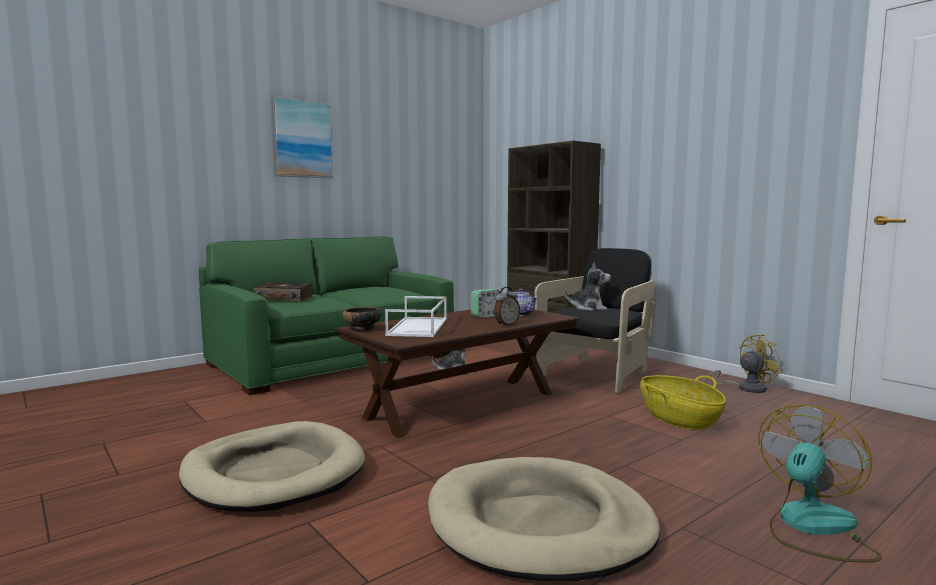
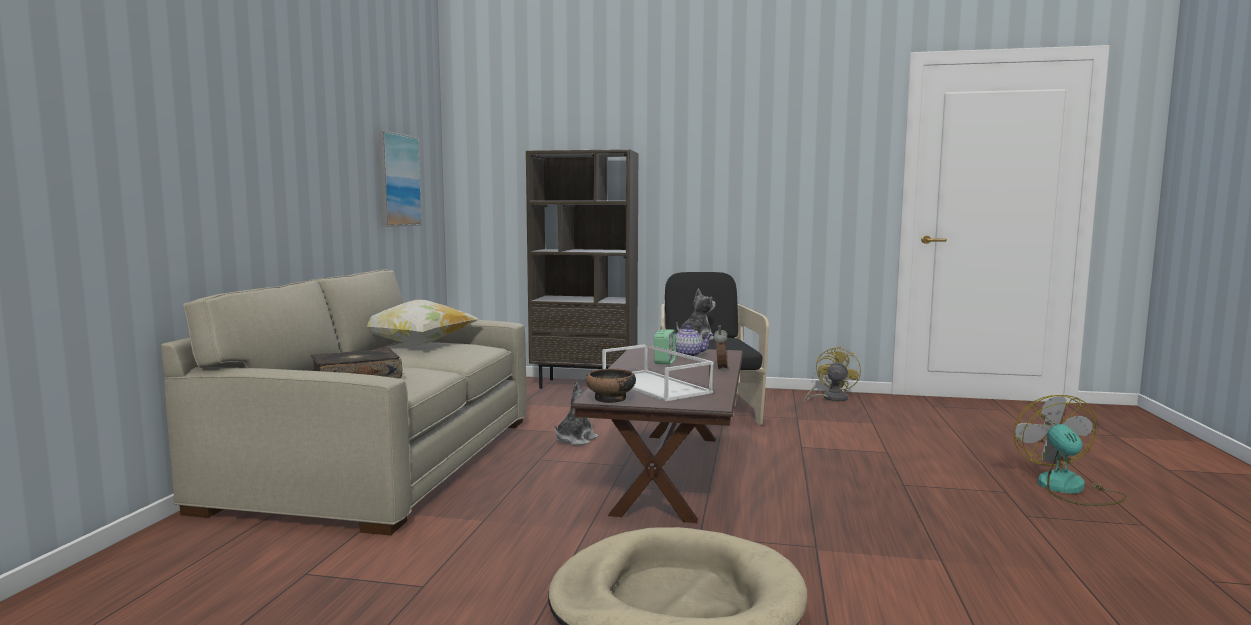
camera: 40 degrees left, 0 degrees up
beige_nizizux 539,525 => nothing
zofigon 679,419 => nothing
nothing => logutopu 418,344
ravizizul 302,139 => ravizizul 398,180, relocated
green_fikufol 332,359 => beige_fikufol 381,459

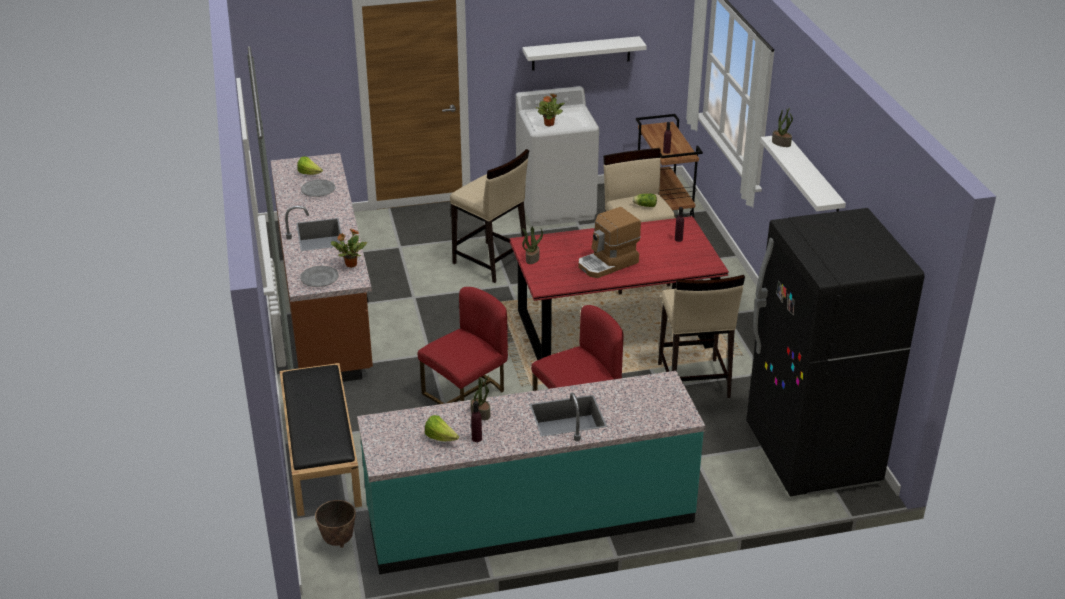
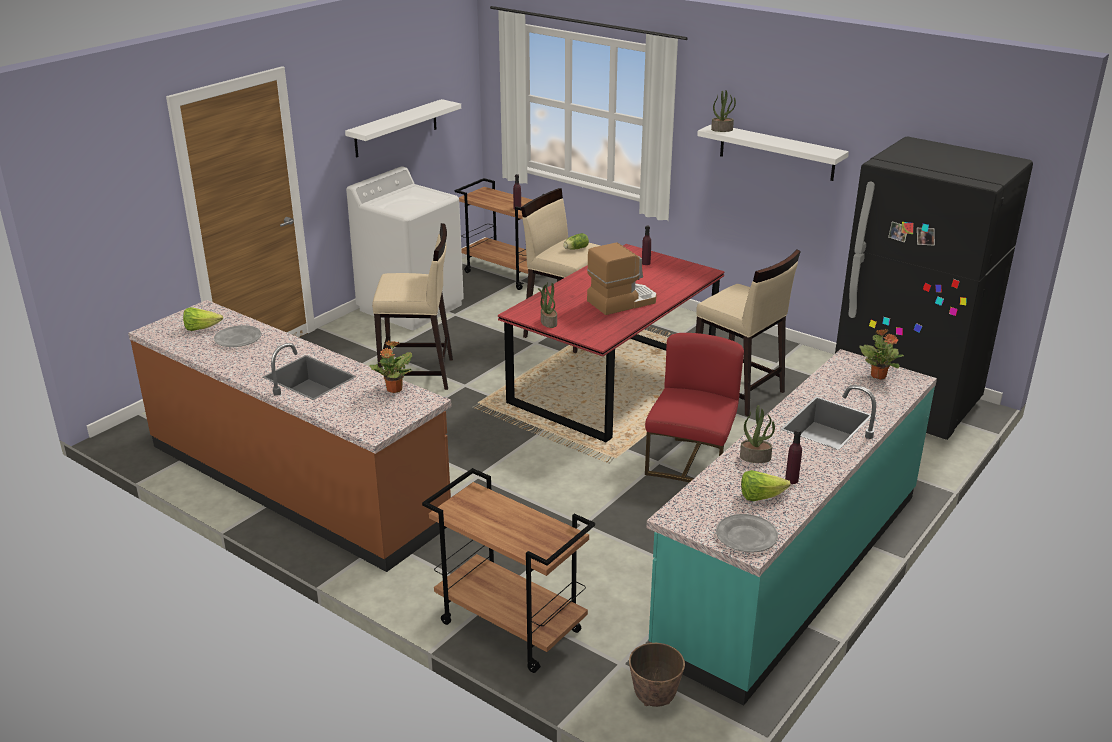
camera: 40 degrees left, 5 degrees down
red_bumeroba 466,395 => nothing
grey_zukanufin 319,278 => grey_zukanufin 746,537, relocated
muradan 549,124 => muradan 878,375, relocated
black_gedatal 320,455 => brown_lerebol 508,627
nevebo 608,264 => nevebo 621,301, 135 degrees counterclockwise

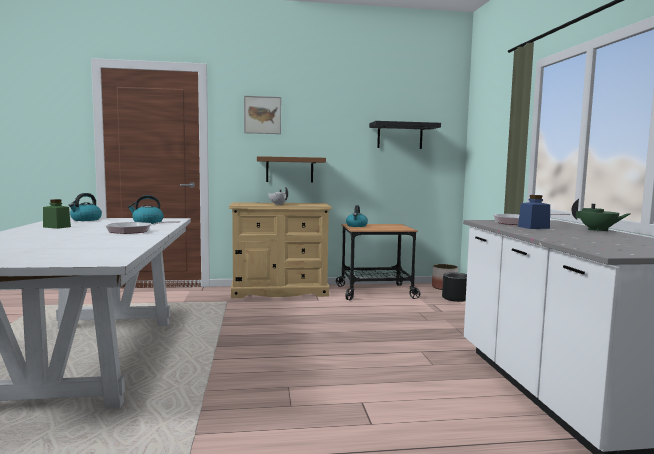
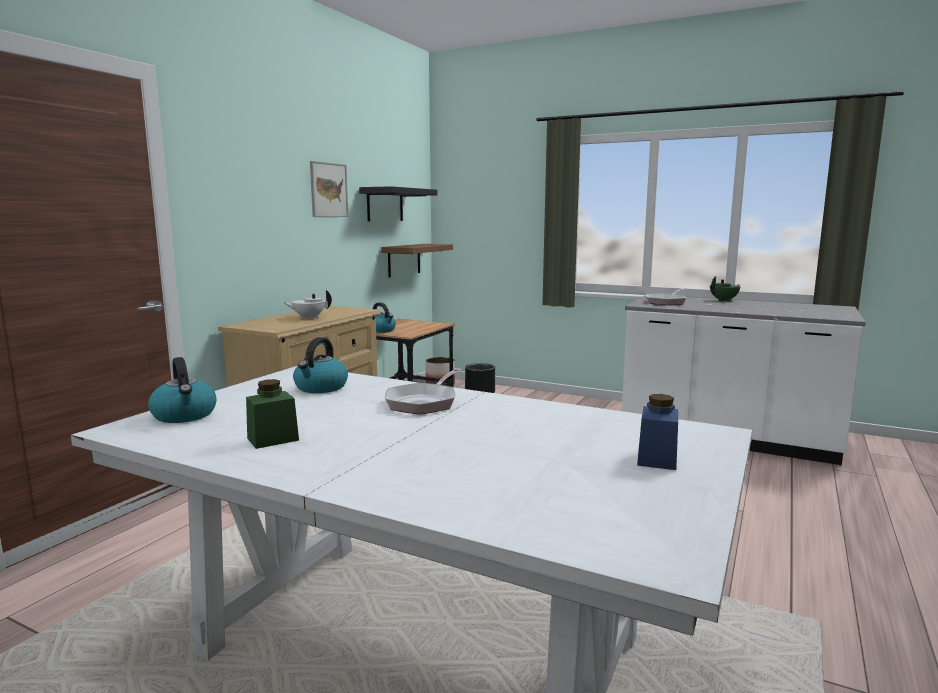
camera: 55 degrees left, 5 degrees up
ravizizul 262,115 => ravizizul 328,190, relocated
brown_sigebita 289,169 => brown_sigebita 404,260, relocated
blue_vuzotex 533,227 => blue_vuzotex 657,459, relocated

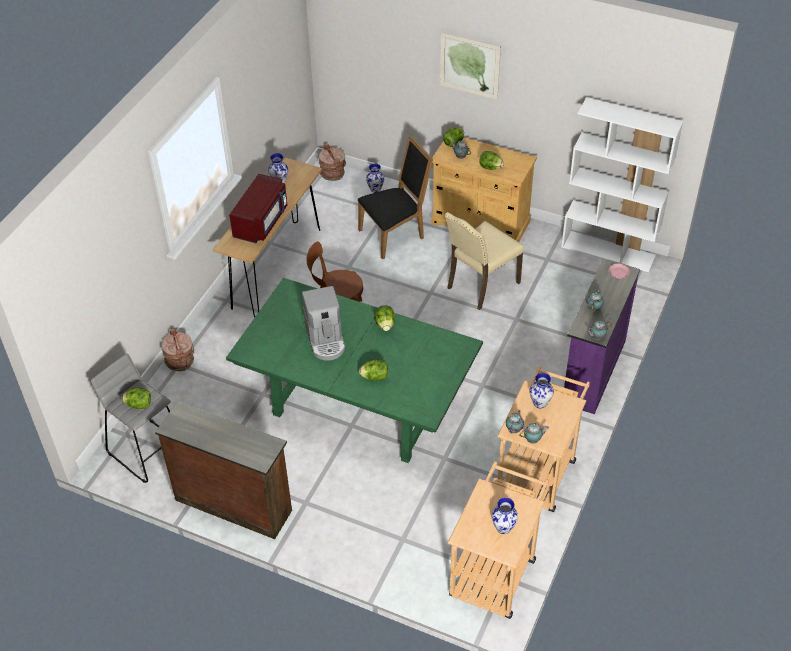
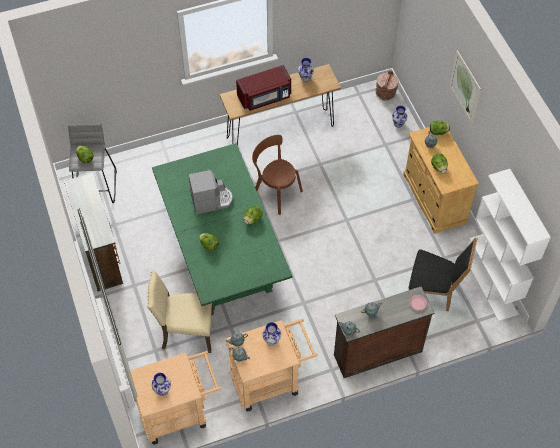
camera: 45 degrees right, 10 degrees up
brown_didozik 180,361 => nothing
black_bumeroba 395,234 => black_bumeroba 433,292, relocated
beige_bumeroba 481,285 => beige_bumeroba 186,332, relocated
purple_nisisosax 592,371 => brown_nisisosax 377,352
nevebo 326,340 => nevebo 211,201, 135 degrees counterclockwise

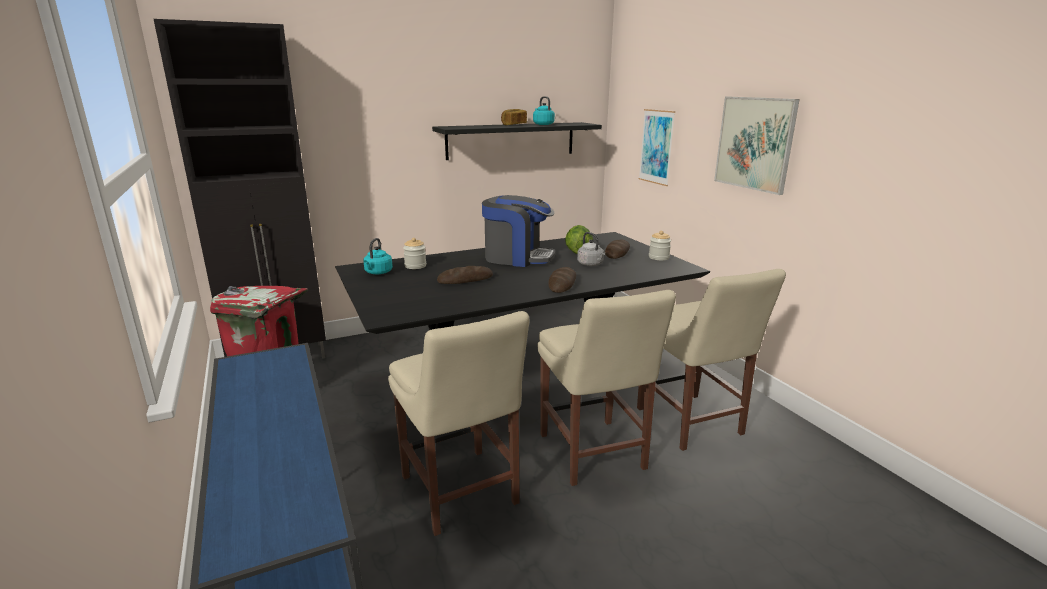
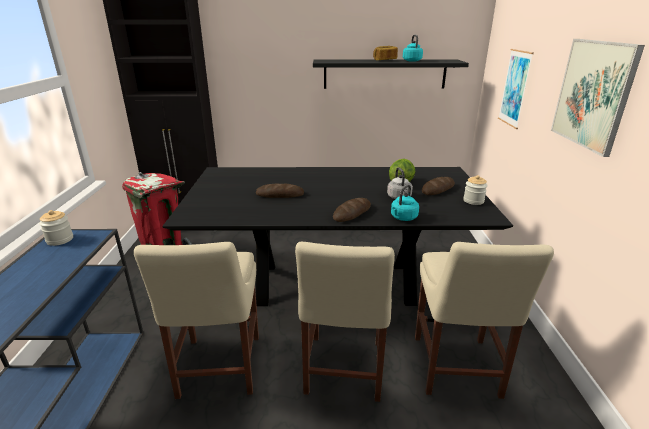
camera: 25 degrees right, 5 degrees up
nevebo 517,257 => nothing
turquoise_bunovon 378,273 => turquoise_bunovon 403,218, relocated
vuzotex 415,266 => vuzotex 60,240, relocated

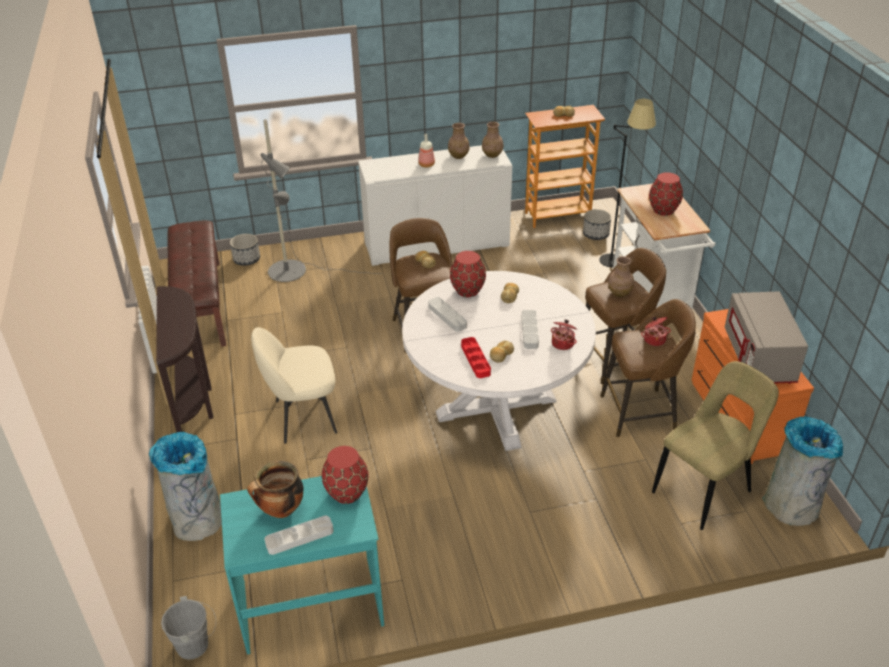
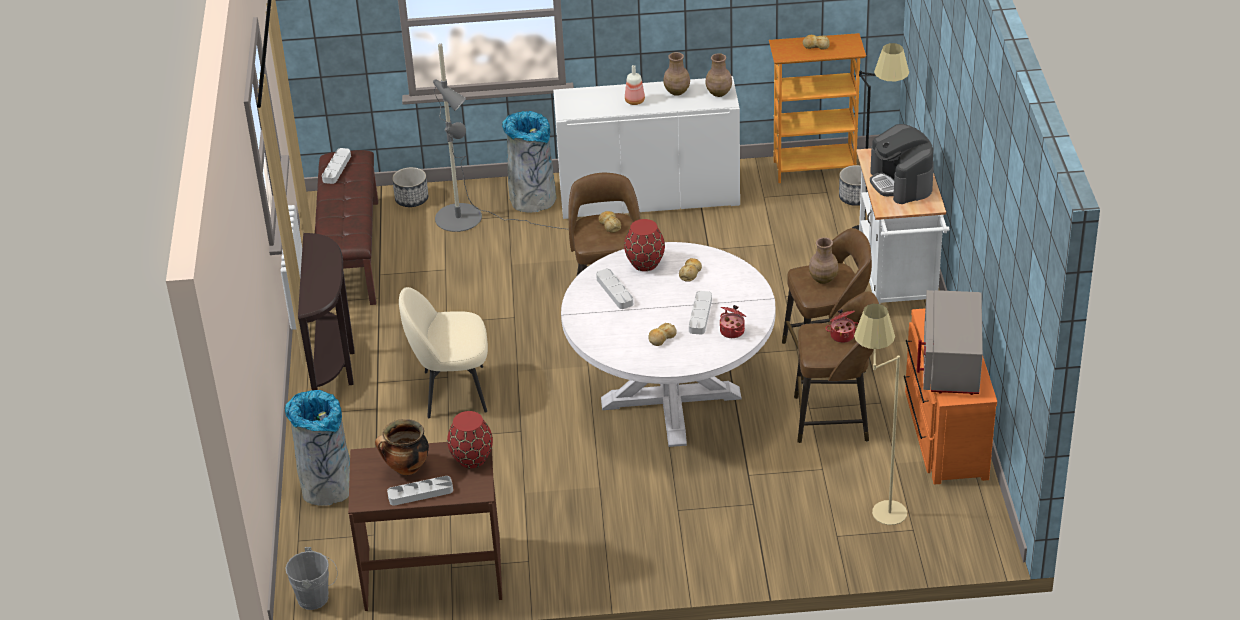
camera: 10 degrees right, 0 degrees up
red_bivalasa 475,360 => nothing
nothing => grey_bivalasa 337,168
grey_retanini 791,506 => grey_retanini 532,200, relocated
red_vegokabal 664,210 => nevebo 901,182
beige_bumeroba 705,490 => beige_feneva 876,505
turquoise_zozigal 311,602 => brown_zozigal 433,572

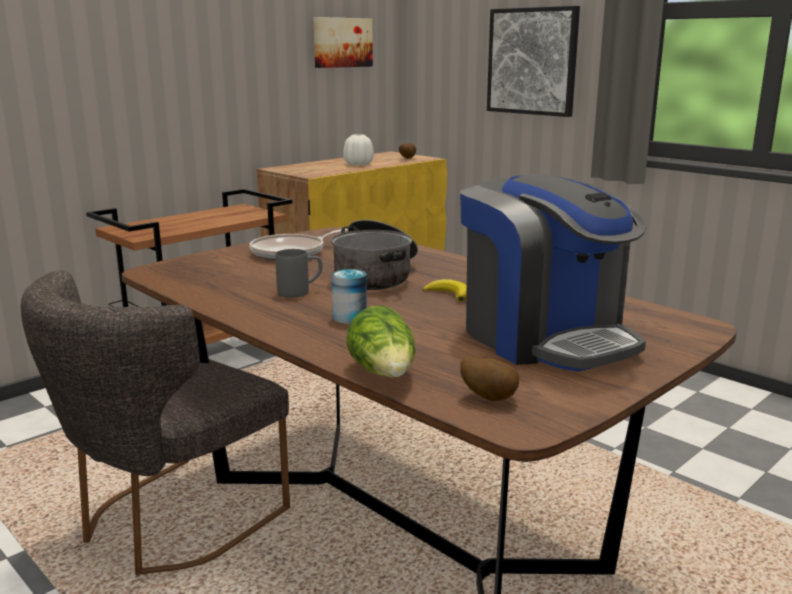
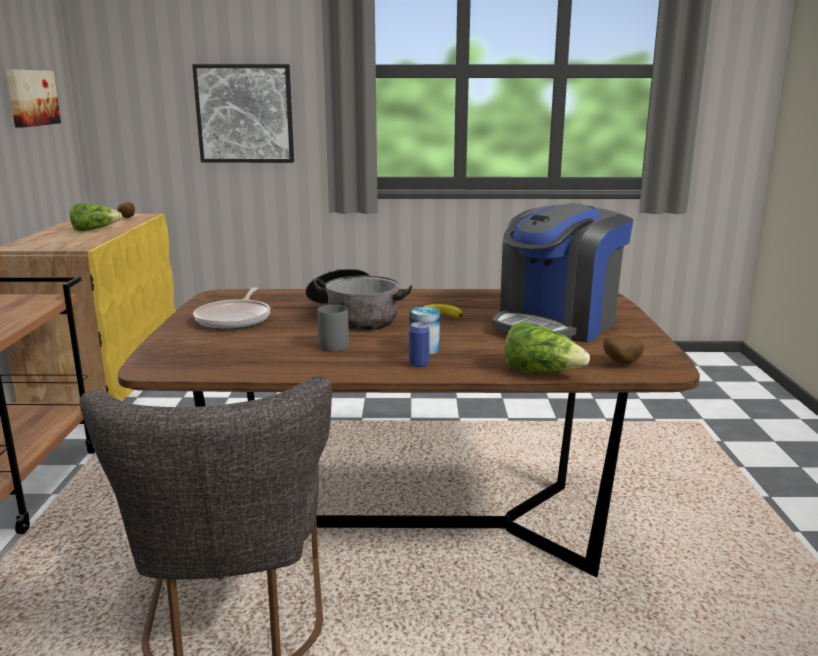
camera: 45 degrees left, 0 degrees up
nothing => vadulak 419,364
white_vegokabal 358,164 => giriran 95,230
nevebo 545,337 => nevebo 557,324, 120 degrees clockwise

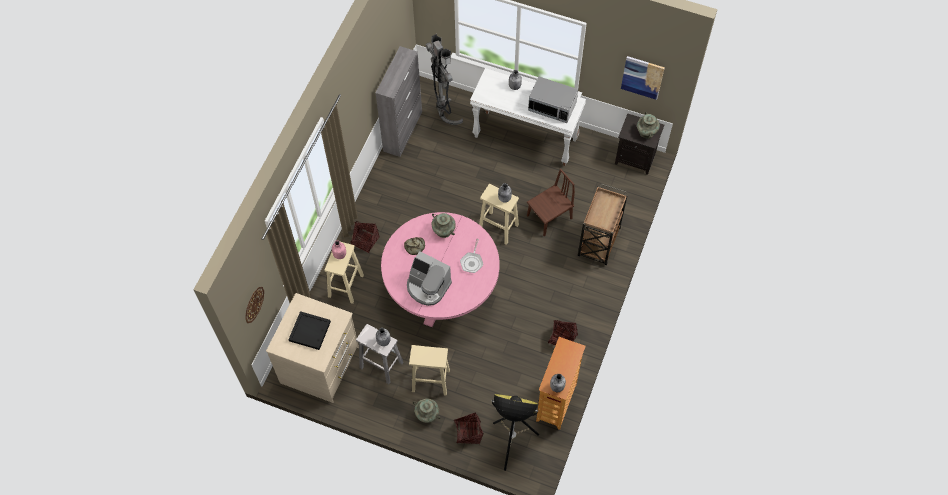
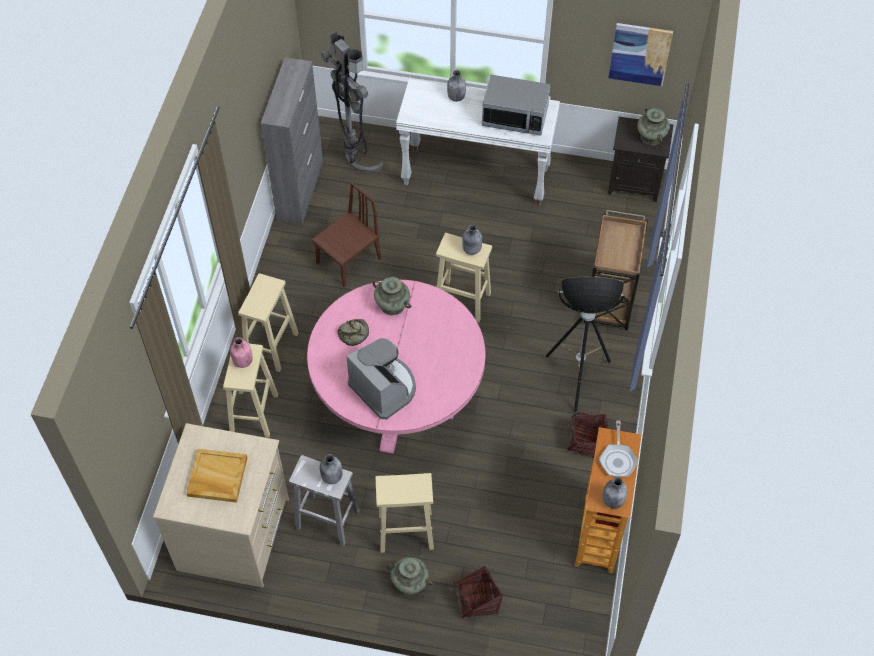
camera: 10 degrees left, 5 degrees down
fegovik 254,304 => nothing
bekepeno 472,262 => bekepeno 618,459, relocated
feneva 511,444 => feneva 576,378, relocated
brown_bumeroba 549,217 => brown_bumeroba 348,260, relocated
zofigon 365,240 => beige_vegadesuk 271,346
black_bivalasa 309,331 => beige_bivalasa 217,477
nevebo 428,286 => nevebo 384,388, 150 degrees counterclockwise

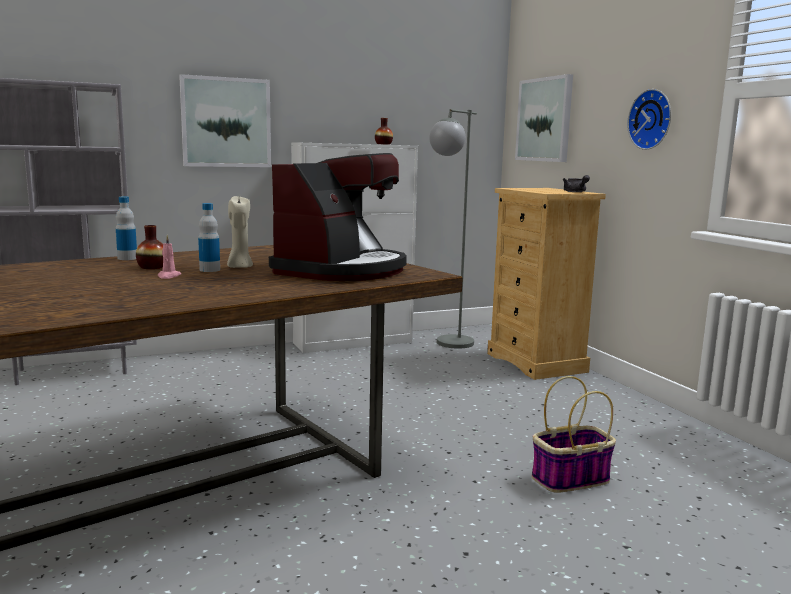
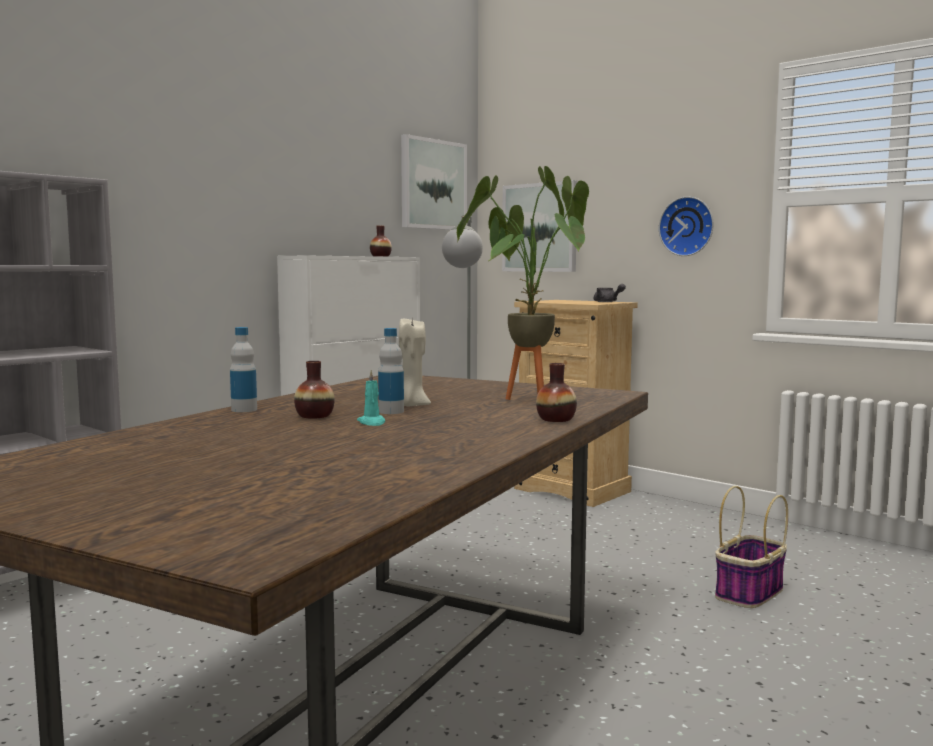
camera: 25 degrees left, 5 degrees down
nothing => vegokabal 556,419
ravizizul 226,122 => ravizizul 433,184, relocated
nevebo 342,270 => muradan 526,398
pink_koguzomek 168,276 => turquoise_koguzomek 372,423

